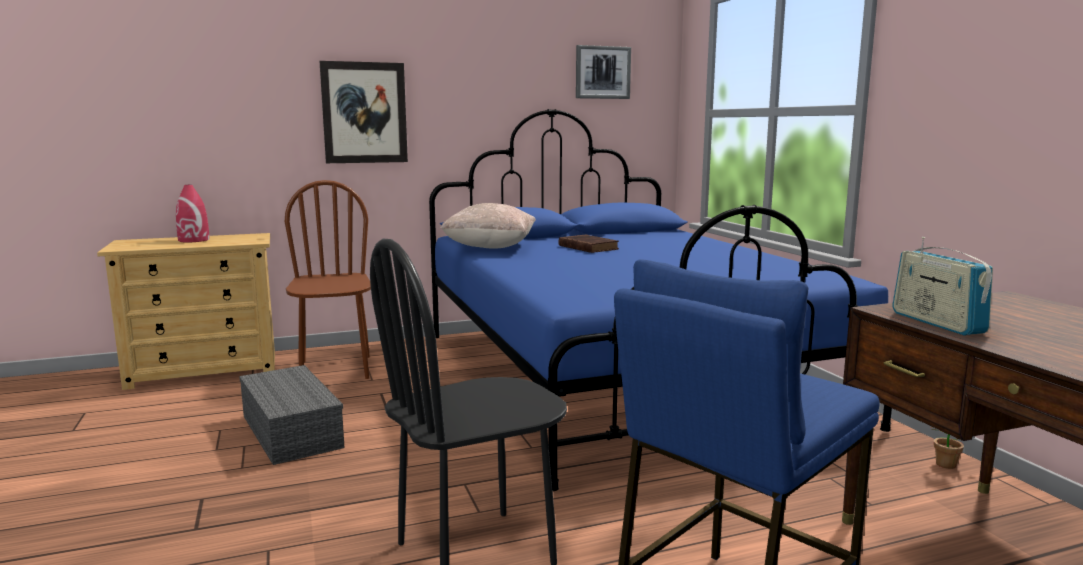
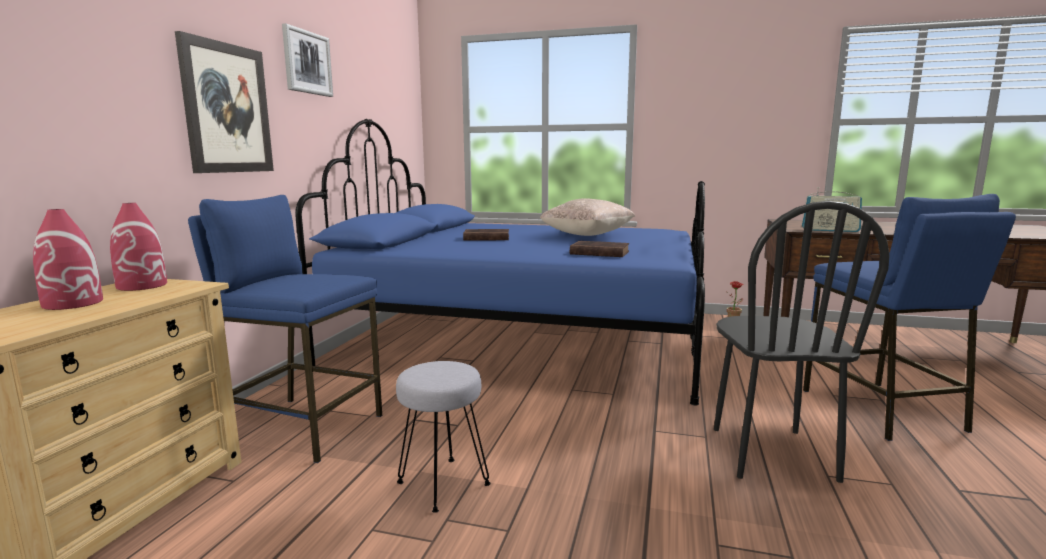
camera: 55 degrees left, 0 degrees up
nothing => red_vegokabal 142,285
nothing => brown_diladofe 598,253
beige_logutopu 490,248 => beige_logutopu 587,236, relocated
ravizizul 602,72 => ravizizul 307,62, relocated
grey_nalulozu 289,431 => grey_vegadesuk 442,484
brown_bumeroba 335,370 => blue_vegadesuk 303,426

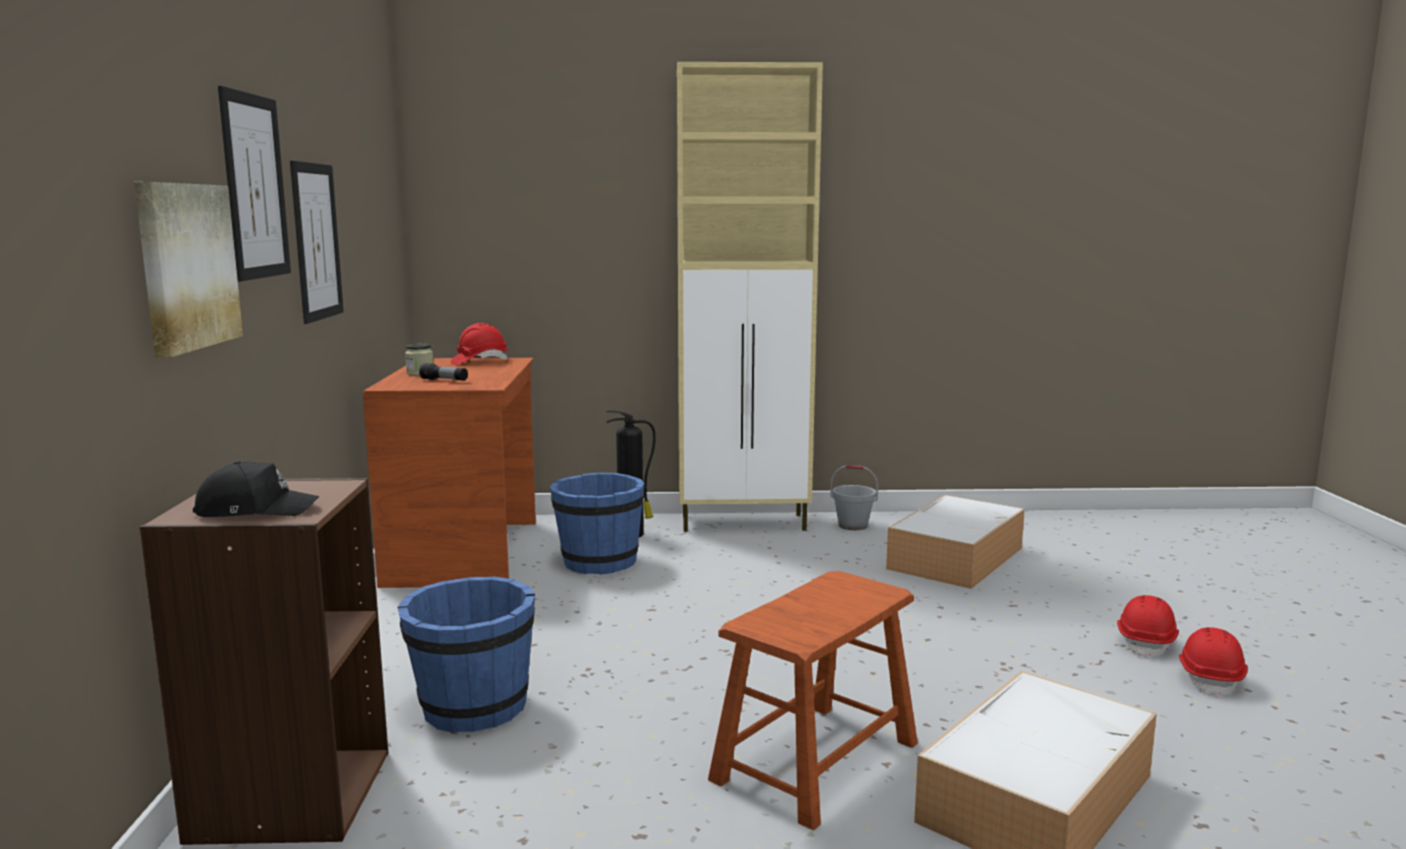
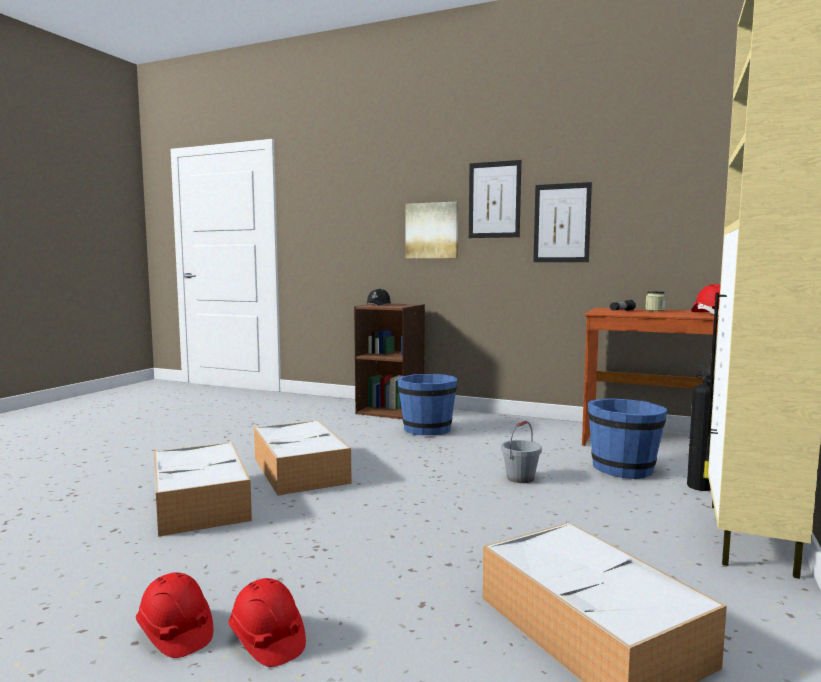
camera: 115 degrees right, 5 degrees down
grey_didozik 853,525 => grey_didozik 520,478, relocated
brown_vegadesuk 815,761 => nalulozu 301,470

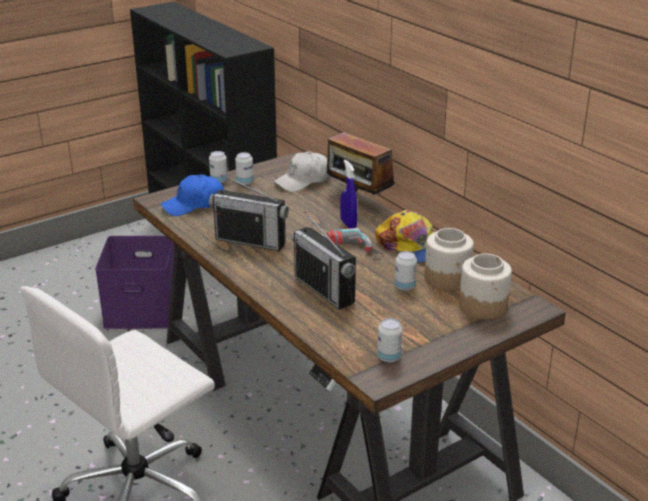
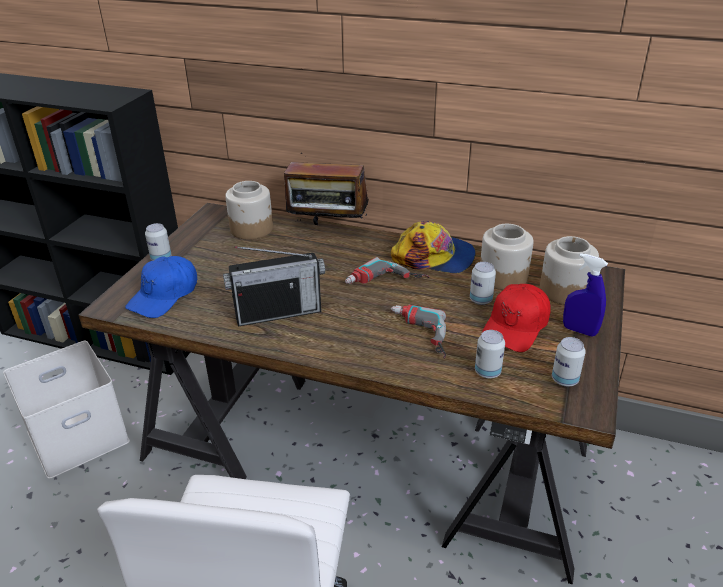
camera: 35 degrees left, 5 degrees up
nothing => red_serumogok 516,327
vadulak 245,182 => vadulak 487,372, relocated
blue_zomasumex 348,224 => blue_zomasumex 579,330, relocated
white_serumogok 303,181 => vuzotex 252,229
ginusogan 324,290 => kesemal 417,335
purple_nalulozu 144,309 => white_nalulozu 79,434

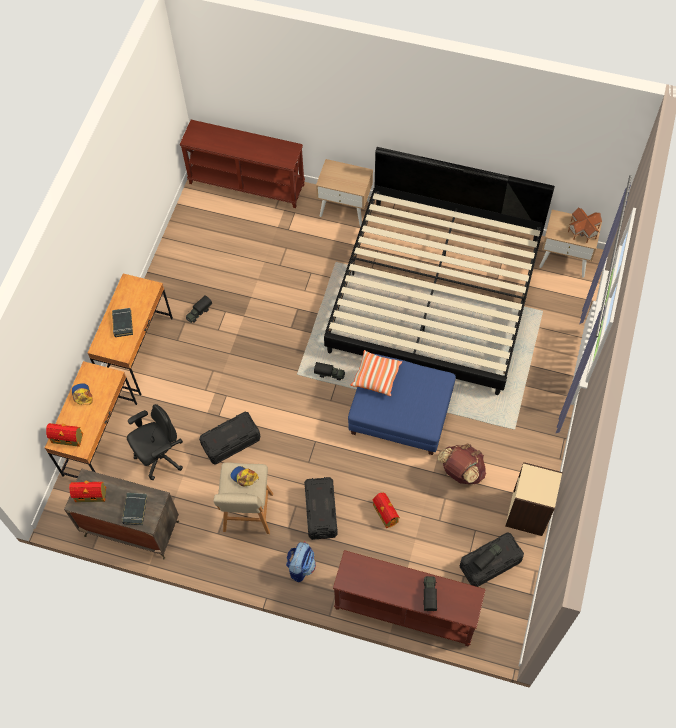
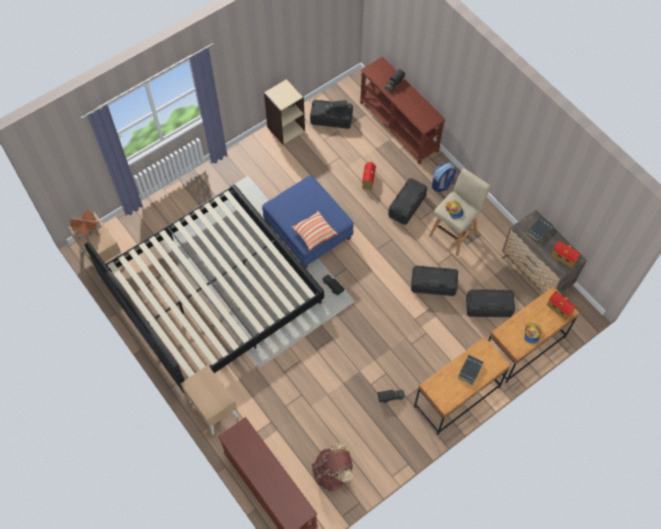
camera: 145 degrees left, 0 degrees up
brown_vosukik 461,471 => brown_vosukik 332,472, relocated
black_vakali 159,456 => black_nalulozu 488,307

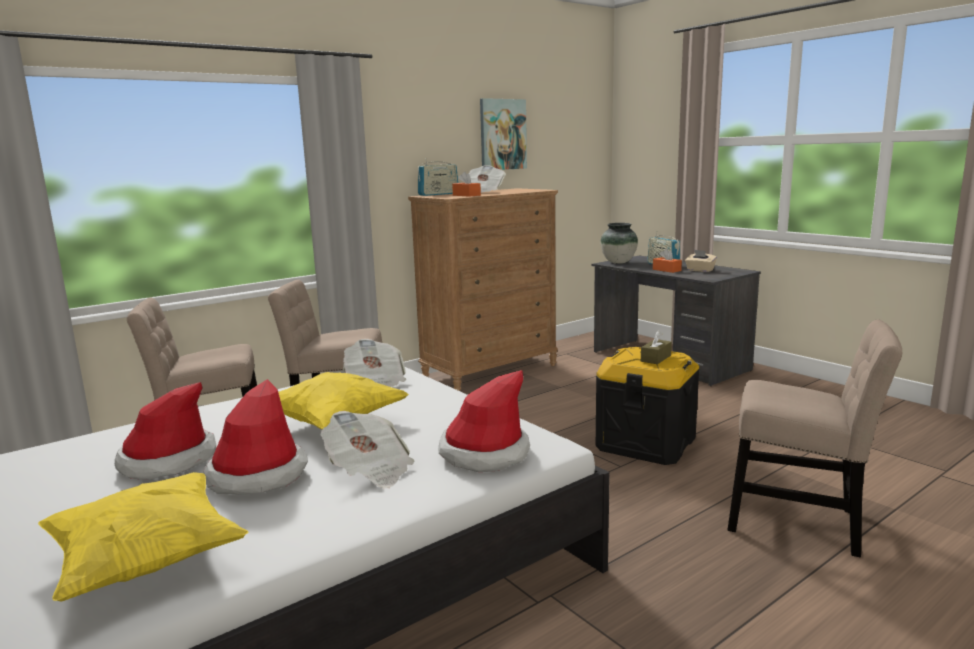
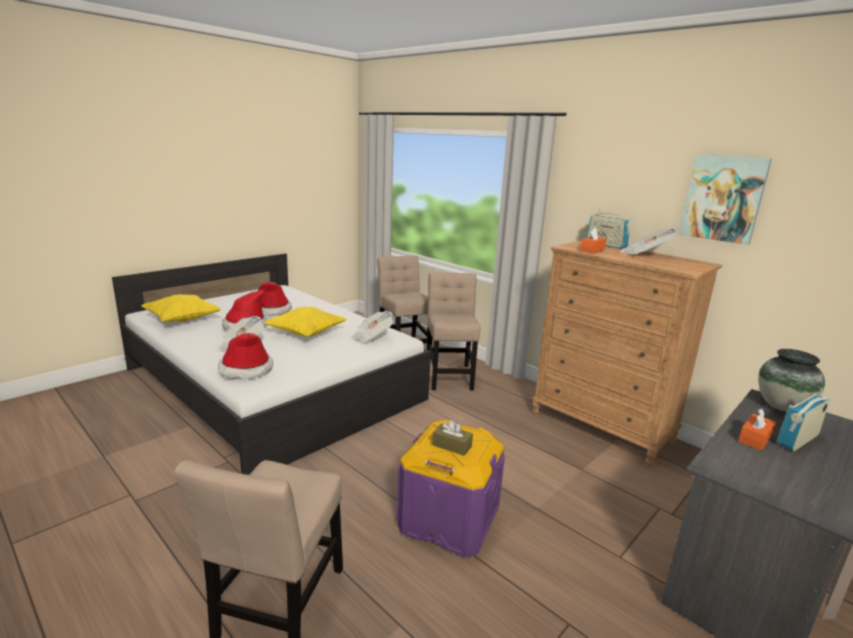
camera: 80 degrees right, 5 degrees up
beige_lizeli 700,270 => nothing
black_nalulozu 645,443 => purple_nalulozu 448,519

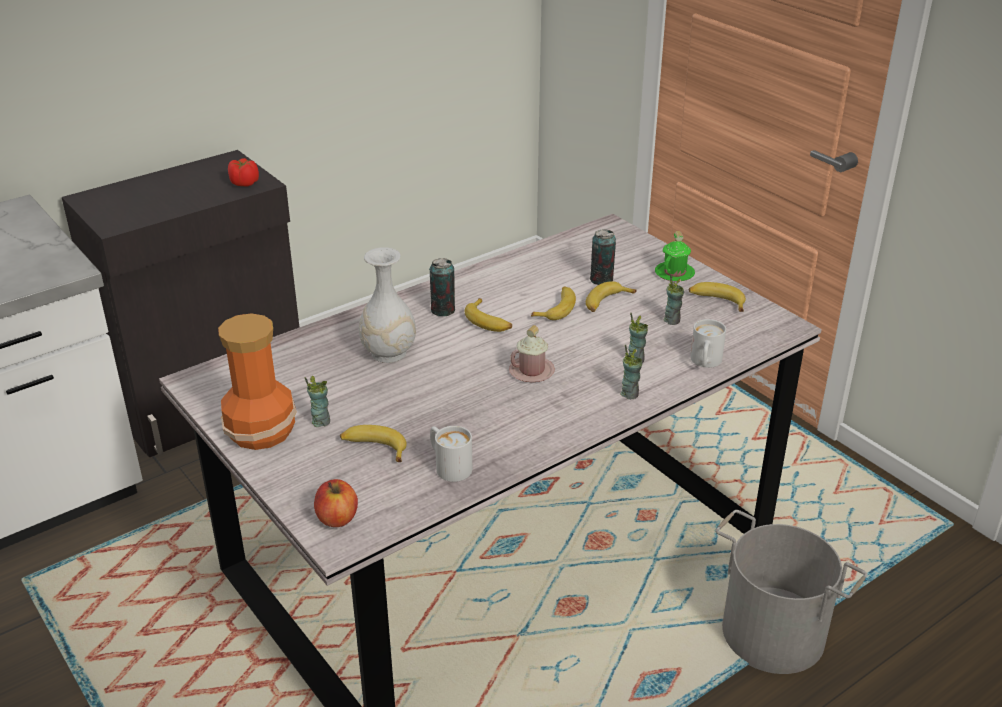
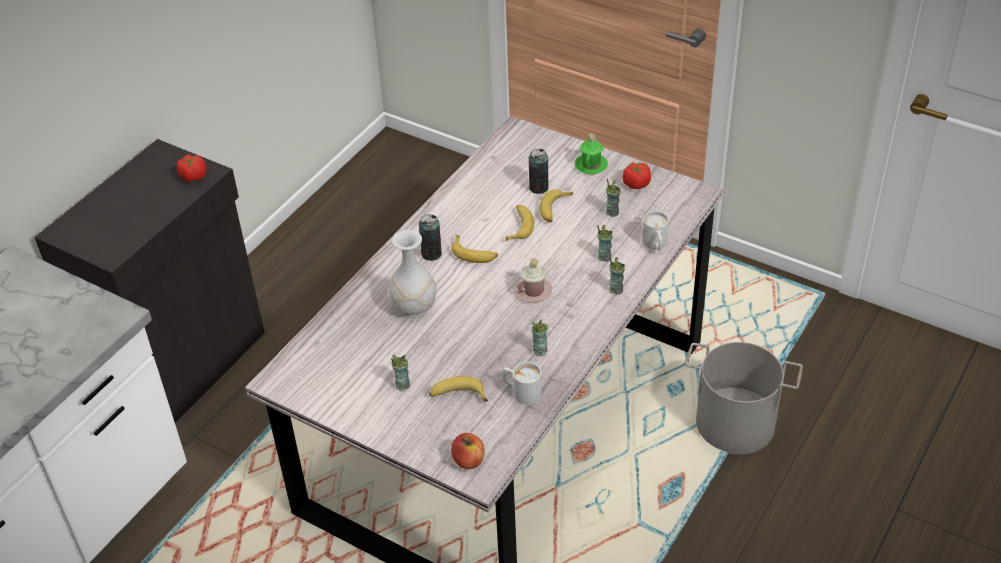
camera: 20 degrees left, 10 degrees up
vegokabal 262,431 => nothing
nothing => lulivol 540,350
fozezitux 716,301 => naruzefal 636,184

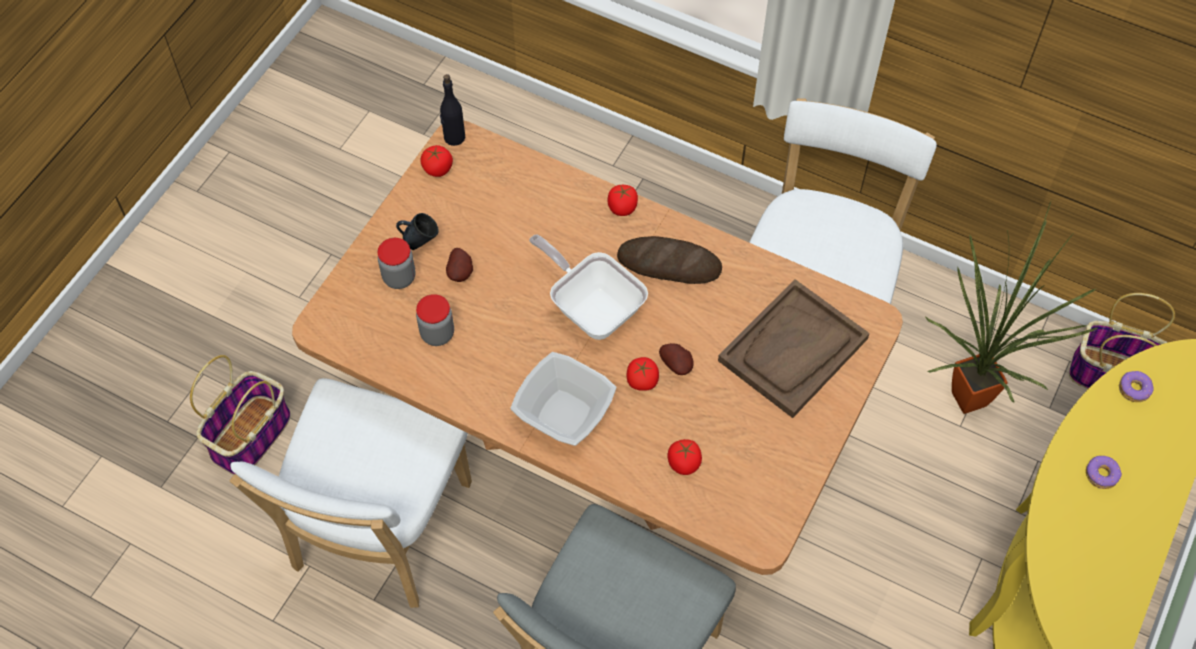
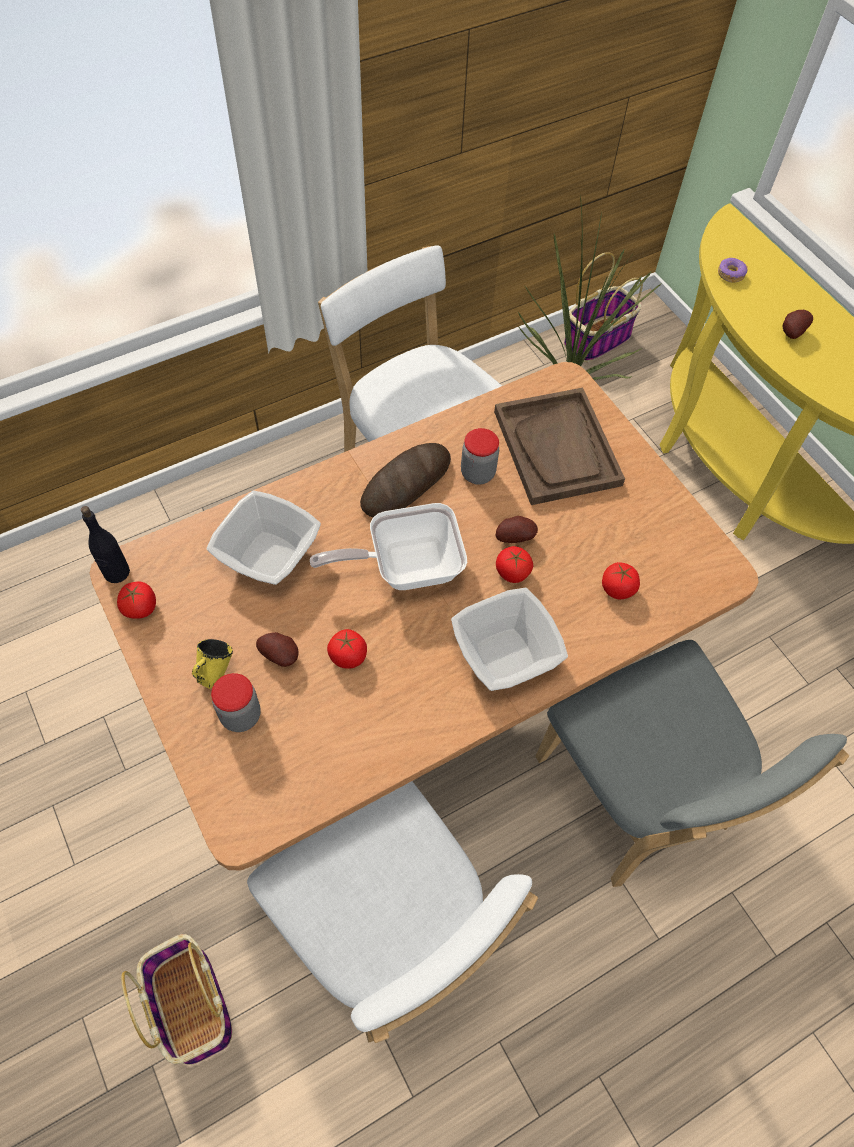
camera: 60 degrees left, 0 degrees up
nothing => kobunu 270,556
vuzotex 437,334 => vuzotex 477,473, relocated
naruzefal 622,207 => naruzefal 348,656, relocated
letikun 1101,475 => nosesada 791,332
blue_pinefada 420,243 => yellow_pinefada 215,673

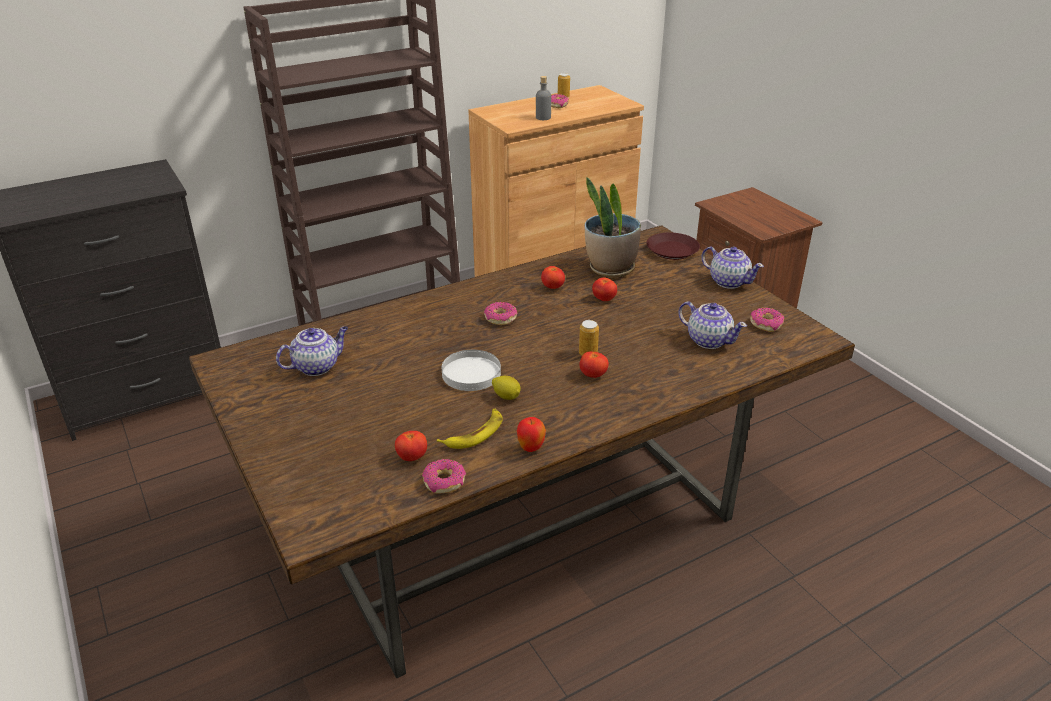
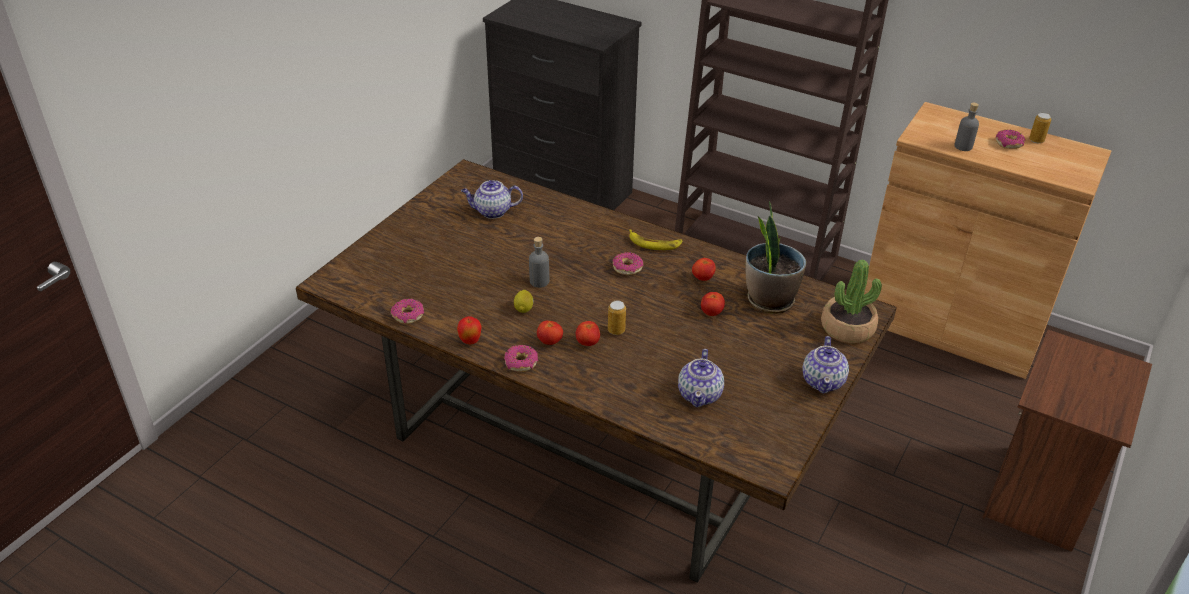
camera: 60 degrees right, 5 degrees up
naruzefal 412,457 => naruzefal 550,342, relocated
fozezitux 475,433 => fozezitux 654,243, relocated
letikun 766,324 => letikun 521,363, relocated
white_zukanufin 471,373 => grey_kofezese 539,281
brown_zukanufin 672,251 => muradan 847,328
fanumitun 317,366 => fanumitun 492,212, 150 degrees clockwise

